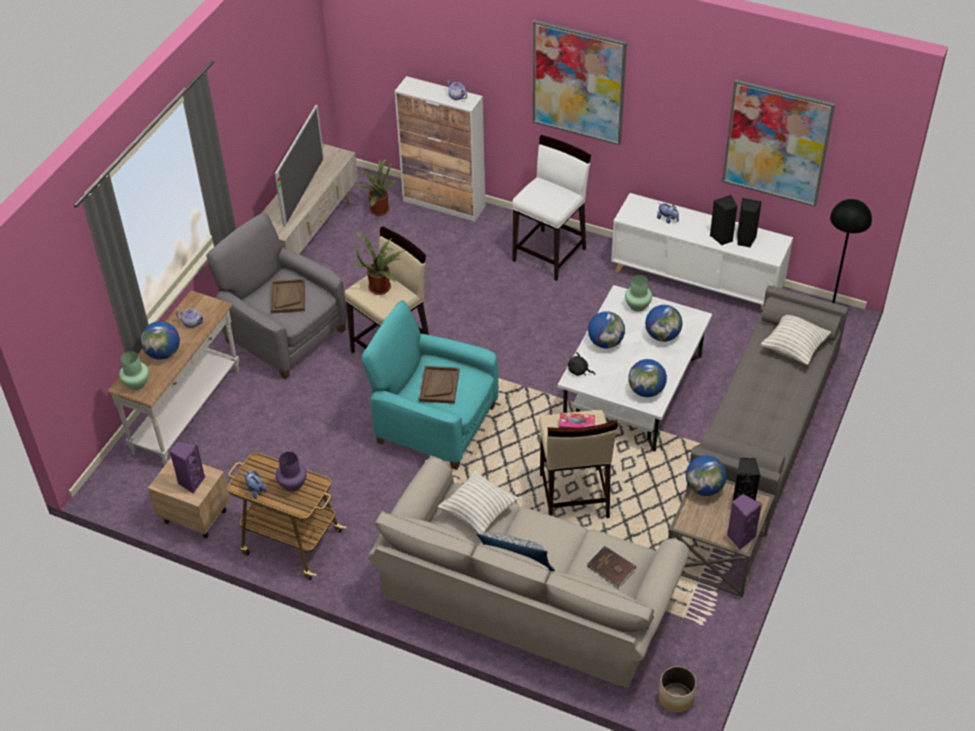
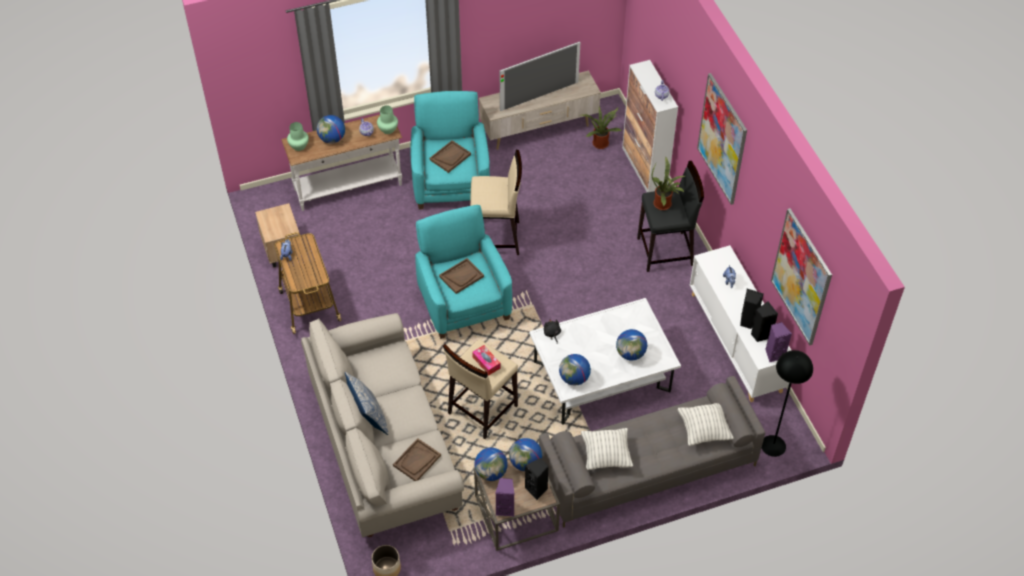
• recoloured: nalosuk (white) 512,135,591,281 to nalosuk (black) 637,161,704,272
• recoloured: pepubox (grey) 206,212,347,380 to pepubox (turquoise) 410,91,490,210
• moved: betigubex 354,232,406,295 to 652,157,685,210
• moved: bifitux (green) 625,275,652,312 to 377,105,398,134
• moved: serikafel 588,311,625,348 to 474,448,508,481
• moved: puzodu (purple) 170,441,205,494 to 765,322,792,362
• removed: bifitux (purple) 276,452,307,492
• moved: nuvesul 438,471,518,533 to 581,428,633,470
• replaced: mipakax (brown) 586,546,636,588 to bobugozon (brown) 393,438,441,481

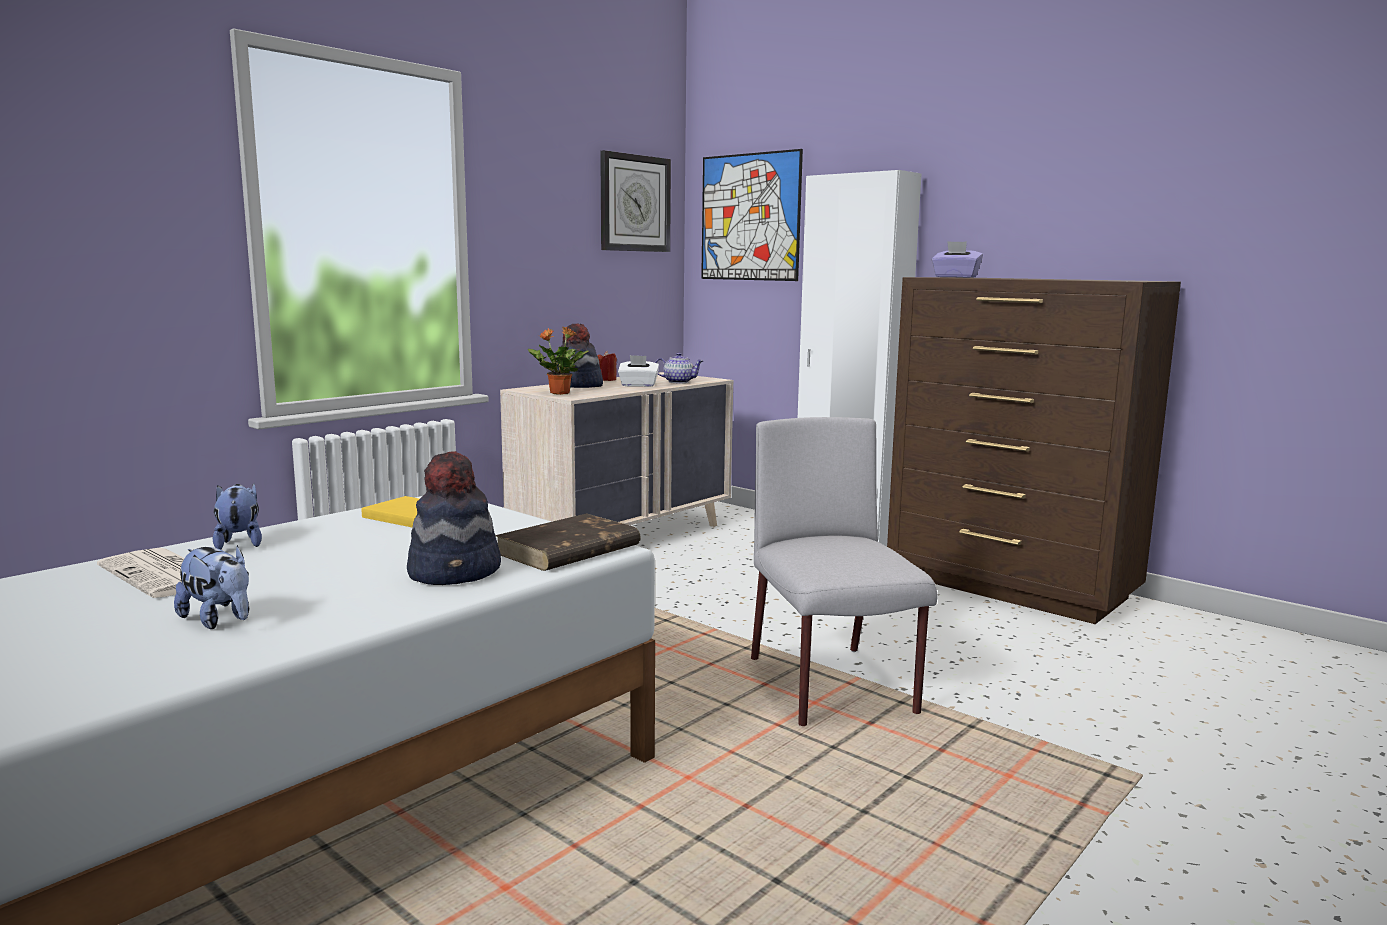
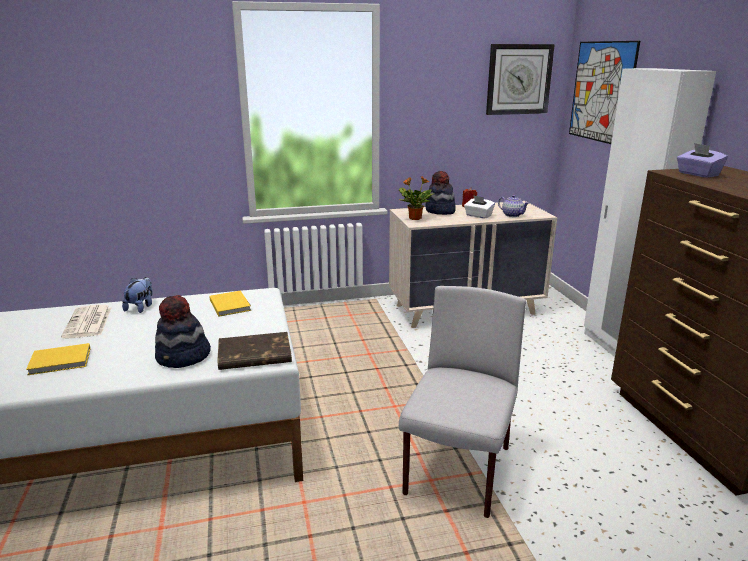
• replaced: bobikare 174,545,249,629 to mipakax (yellow) 26,343,91,375

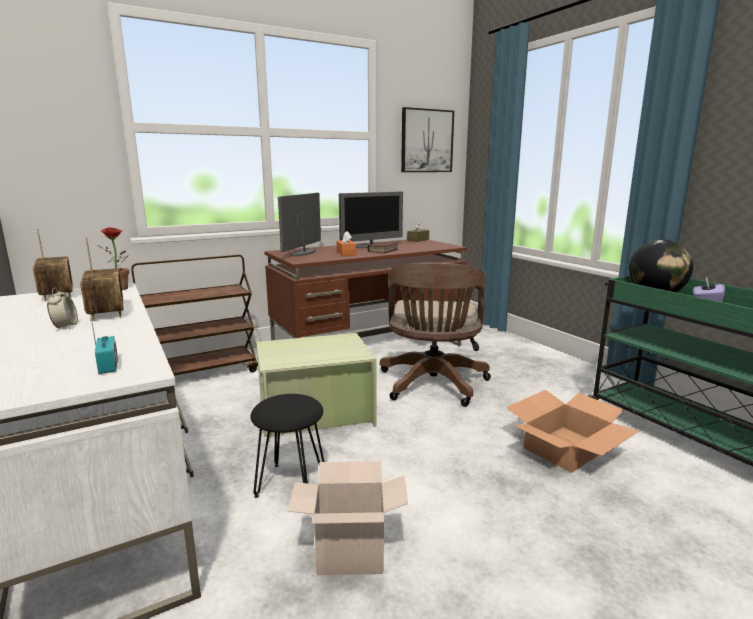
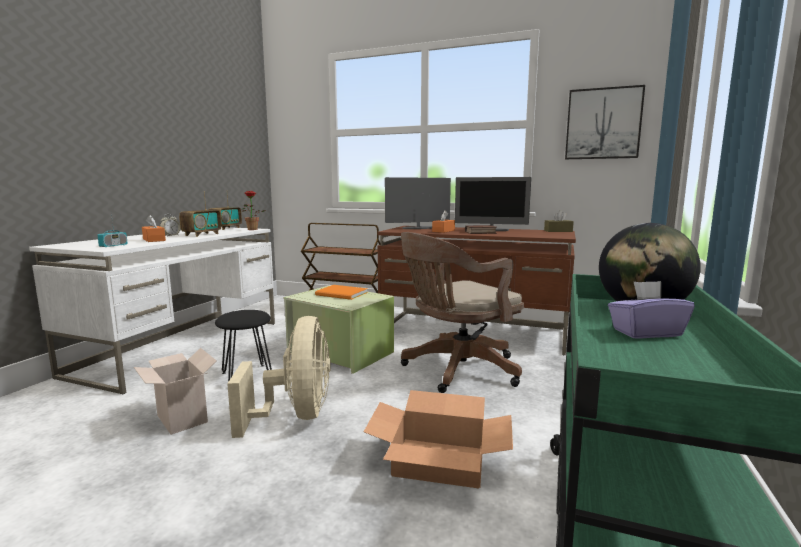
• added: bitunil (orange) 142,215,166,242
• added: mipakax (orange) 315,285,368,300
• added: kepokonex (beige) 227,316,331,438

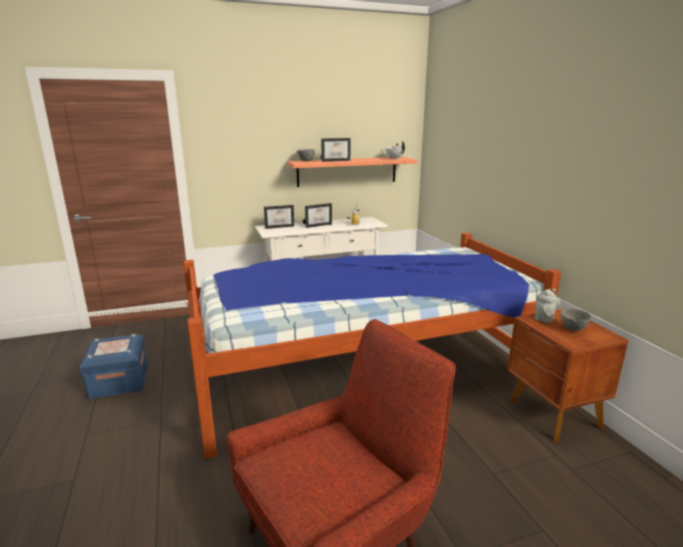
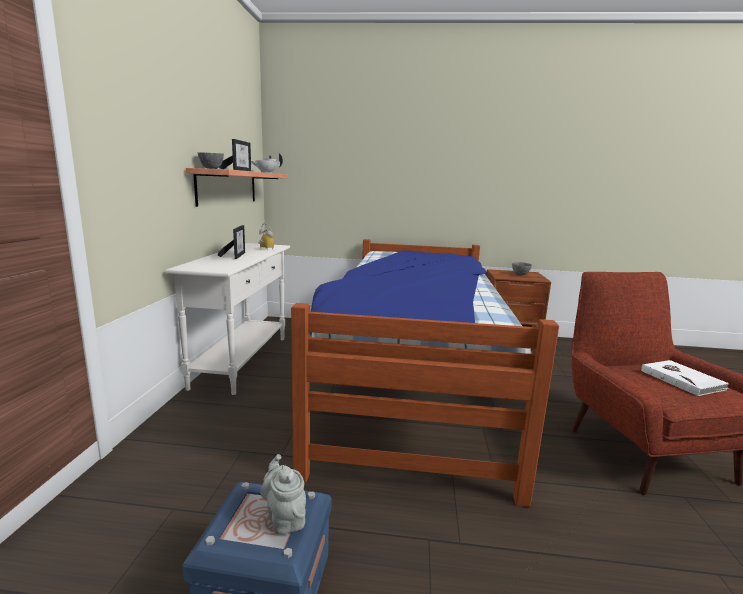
• removed: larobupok 264,205,294,229
• moved: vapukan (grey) 535,289,560,323 to 260,454,306,535
• added: mipakax (white) 641,360,729,396

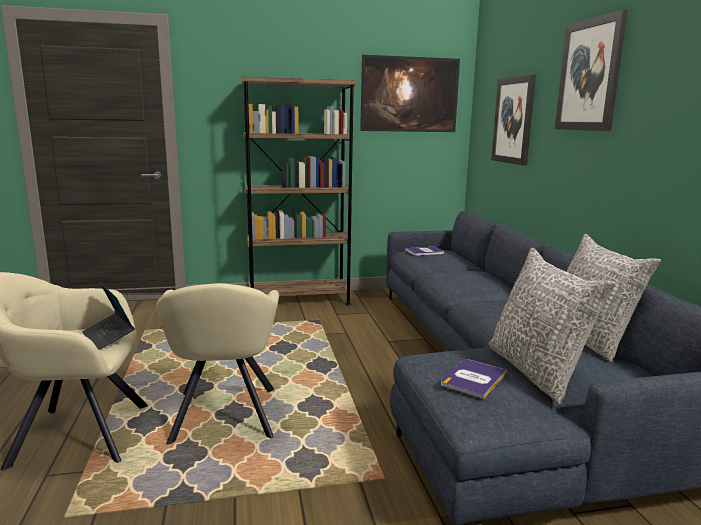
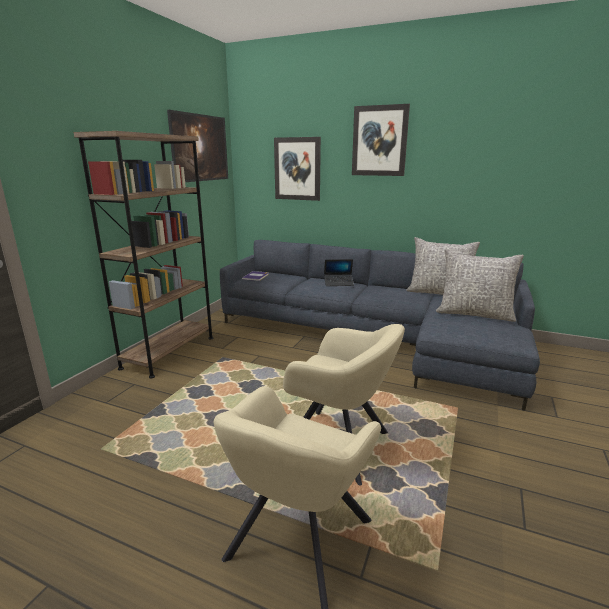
• moved: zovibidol 82,283,135,350 to 324,259,354,286
• removed: mipakax 441,359,507,399

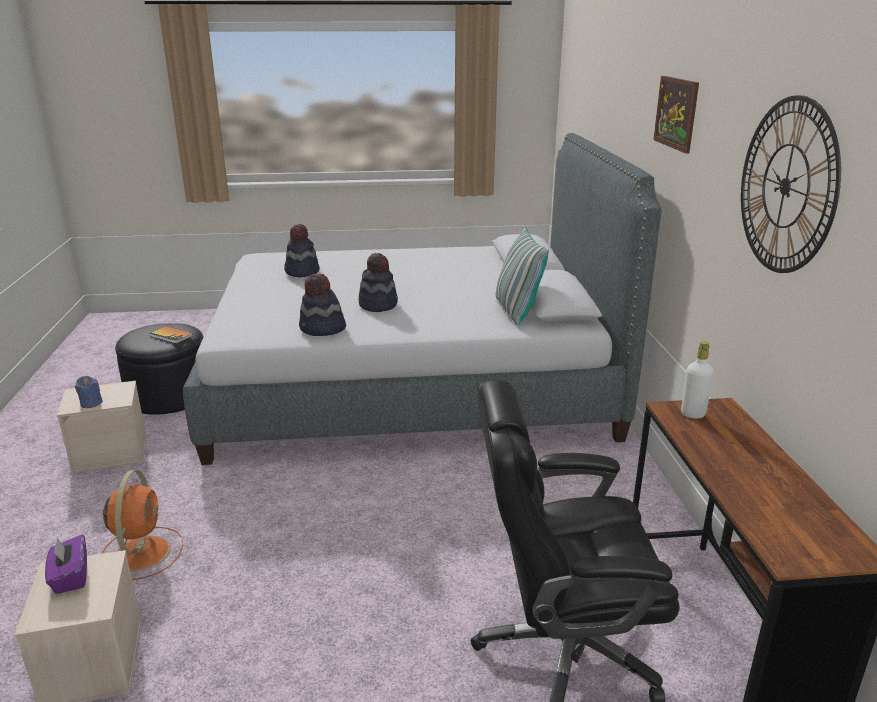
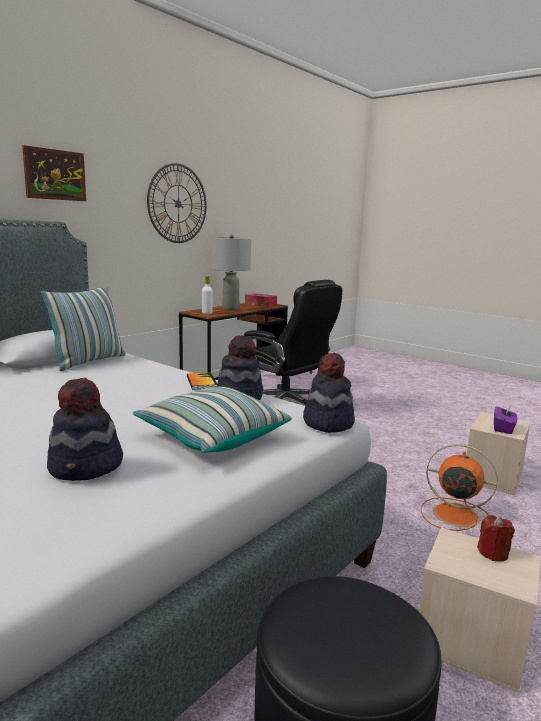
• moved: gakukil 359,253,398,312 to 303,353,355,433
• moved: mipakax 150,326,193,344 to 187,372,217,389
• recoloured: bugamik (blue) 75,376,103,408 to bugamik (red) 477,515,515,562
• turned: kepokonex (orange) 102,470,183,580 = 421,444,498,531 75 degrees clockwise
• added: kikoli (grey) 212,235,251,311
• added: bitunil 245,293,277,307
• added: nuvesul 133,387,292,453

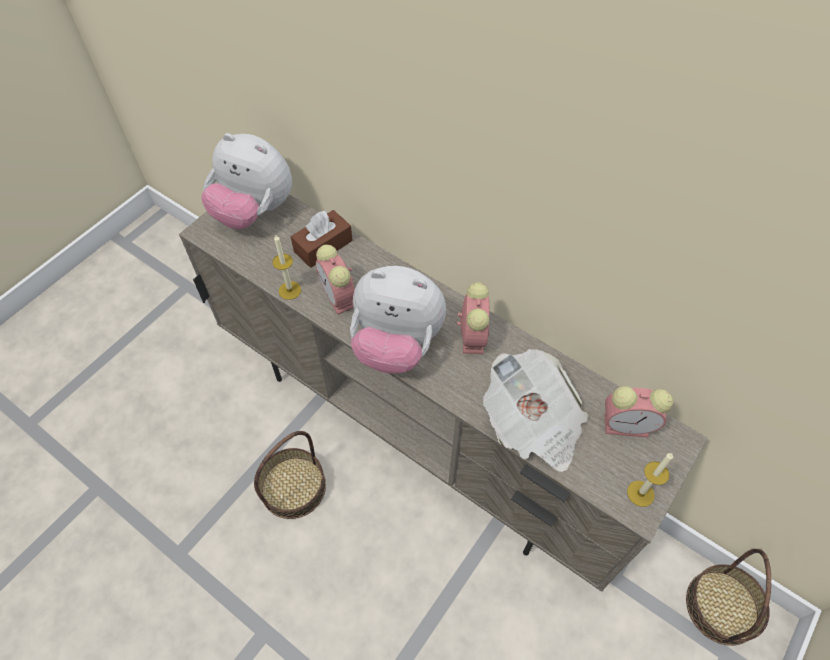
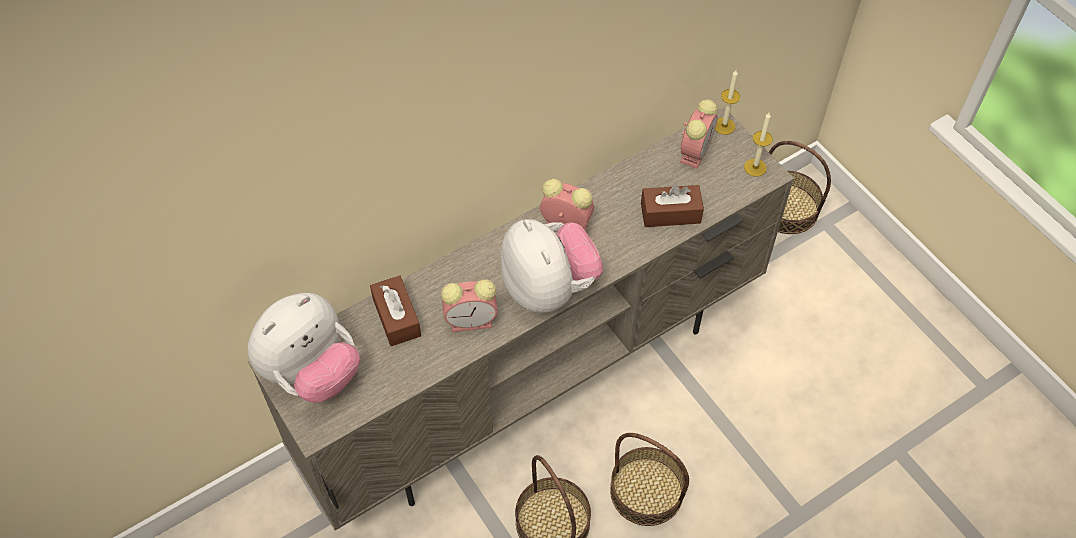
• moved: bugamik 272,235,301,300 to 715,70,740,135
• turned: bobikare 350,266,446,374 = 501,219,603,313 60 degrees counterclockwise
• replaced: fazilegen 483,349,588,472 to bitunil (brown) 641,185,704,227
• added: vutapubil 610,433,689,526

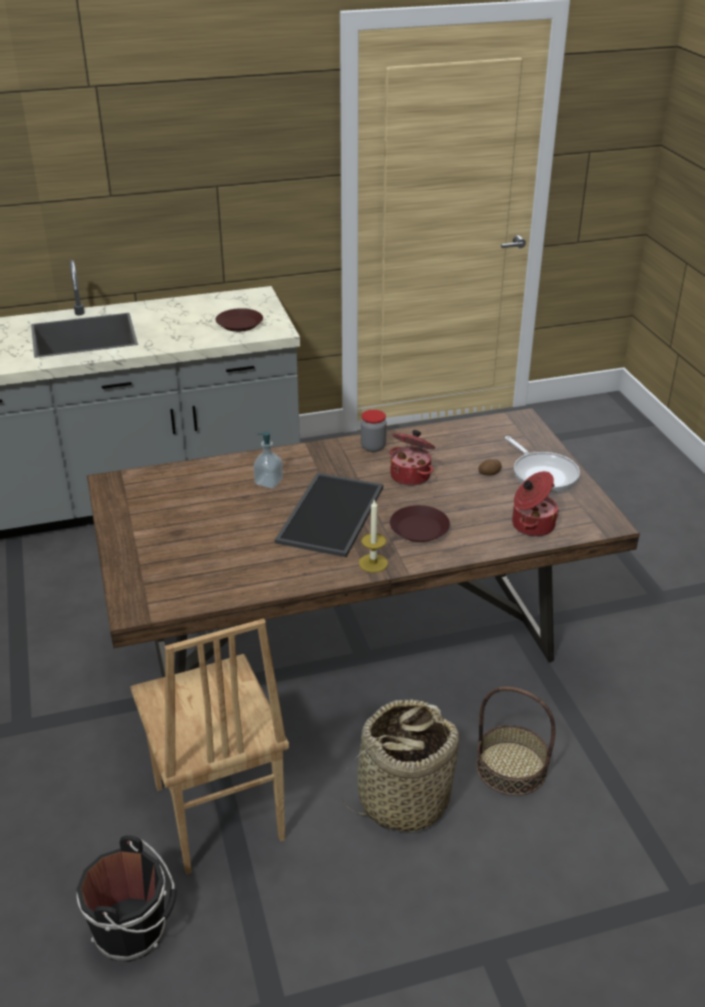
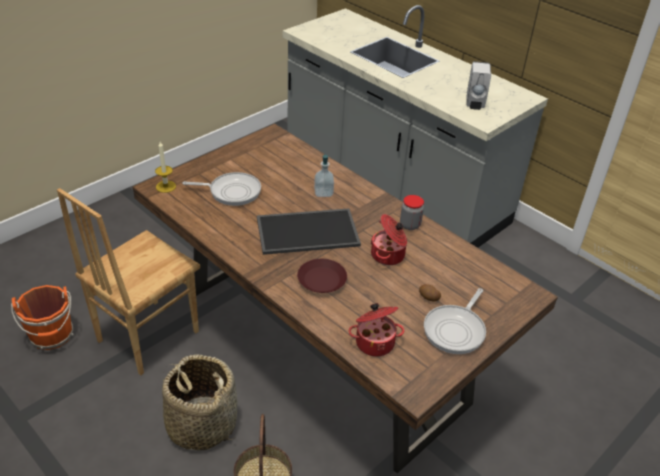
• replaced: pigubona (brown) 216,308,263,332 to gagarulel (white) 466,61,491,110
• moved: bugamik 359,499,388,572 to 155,142,176,193
• recoloured: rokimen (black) 77,835,177,962 to rokimen (orange) 11,285,73,350
• added: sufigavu 183,172,261,206

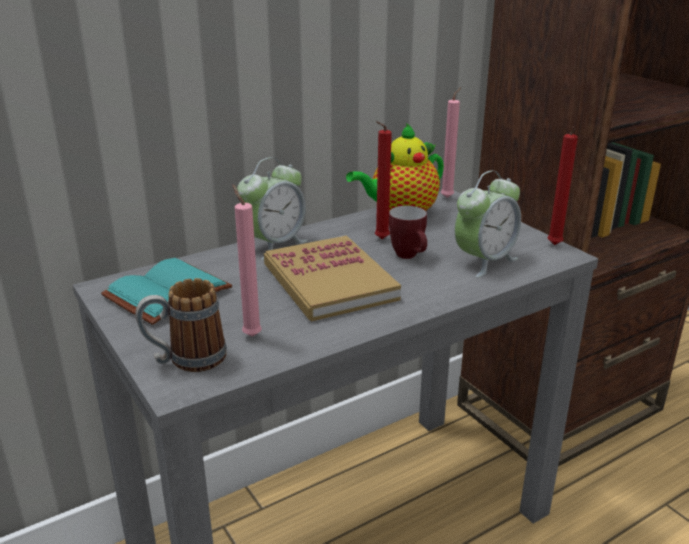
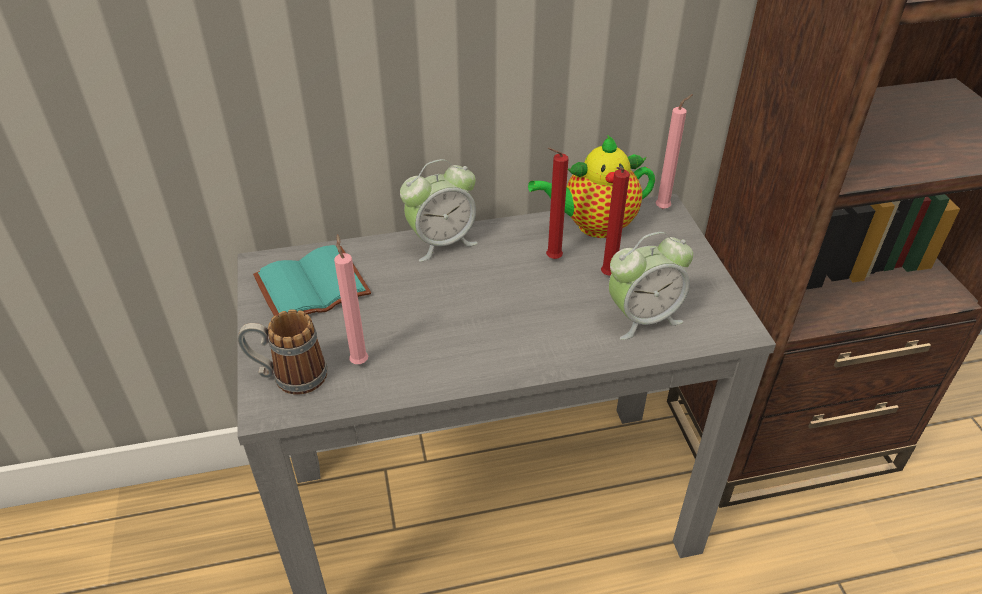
• moved: bugamik (red) 547,126,578,245 to 601,167,630,276
• removed: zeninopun 389,206,427,259
• removed: mipakax 264,235,401,321

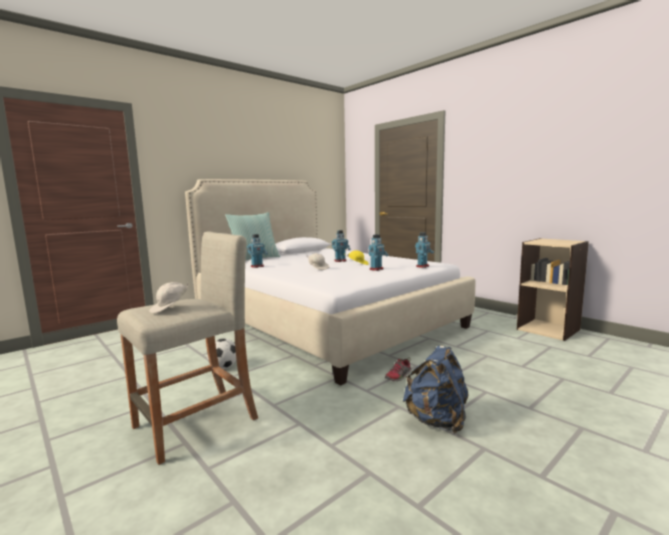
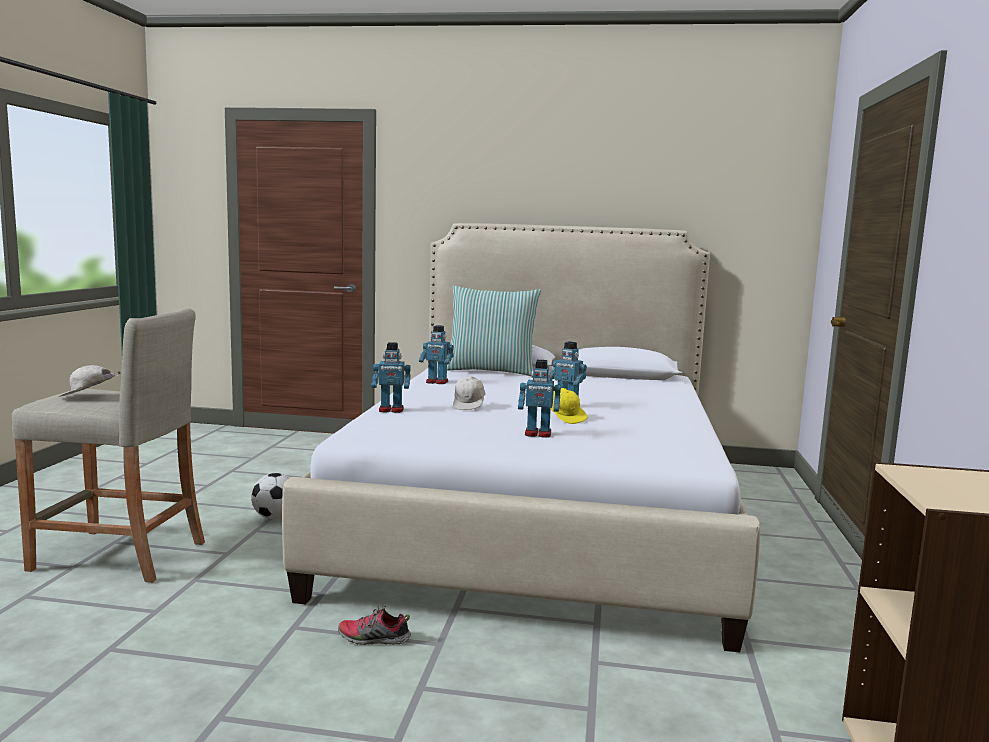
• moved: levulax 415,232,434,268 to 371,342,411,413
• removed: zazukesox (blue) 403,345,469,434

